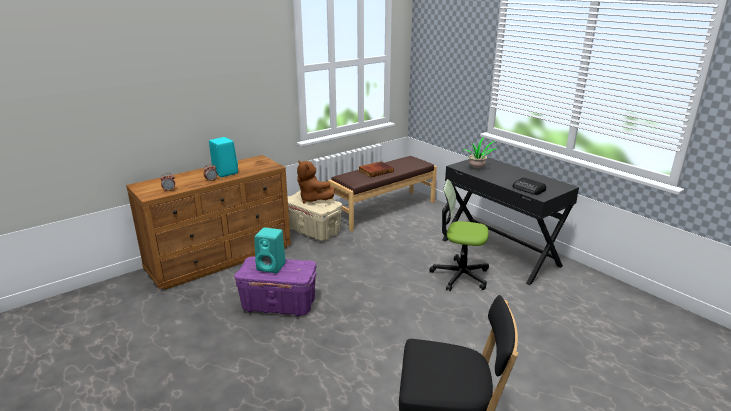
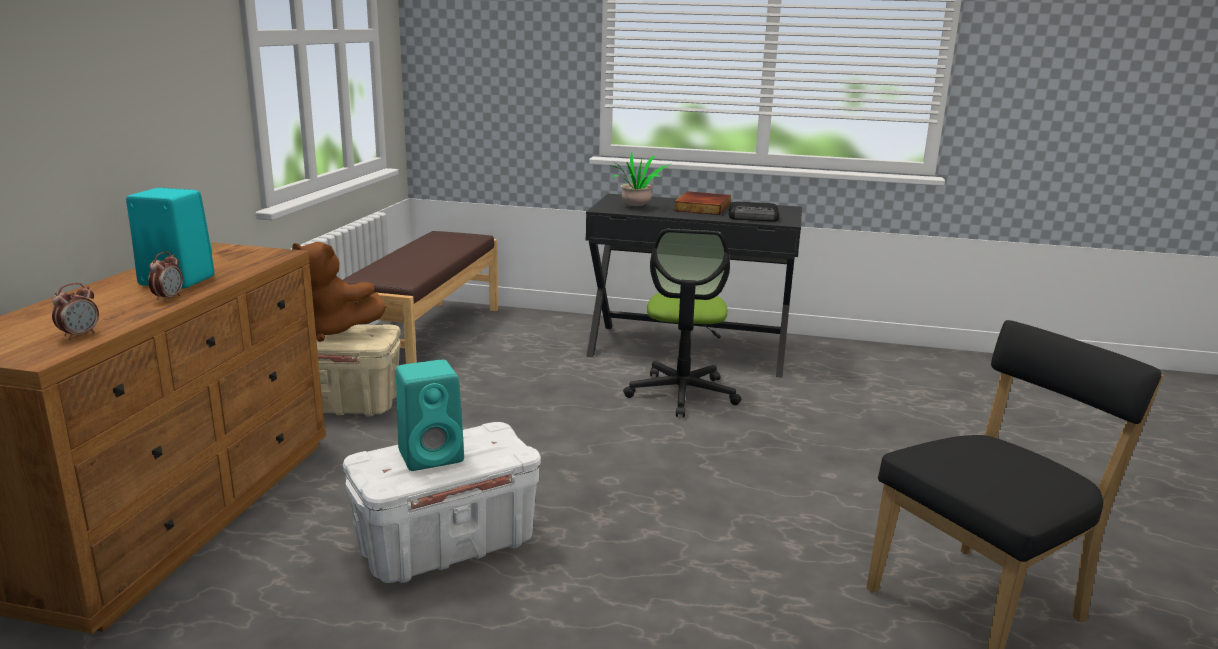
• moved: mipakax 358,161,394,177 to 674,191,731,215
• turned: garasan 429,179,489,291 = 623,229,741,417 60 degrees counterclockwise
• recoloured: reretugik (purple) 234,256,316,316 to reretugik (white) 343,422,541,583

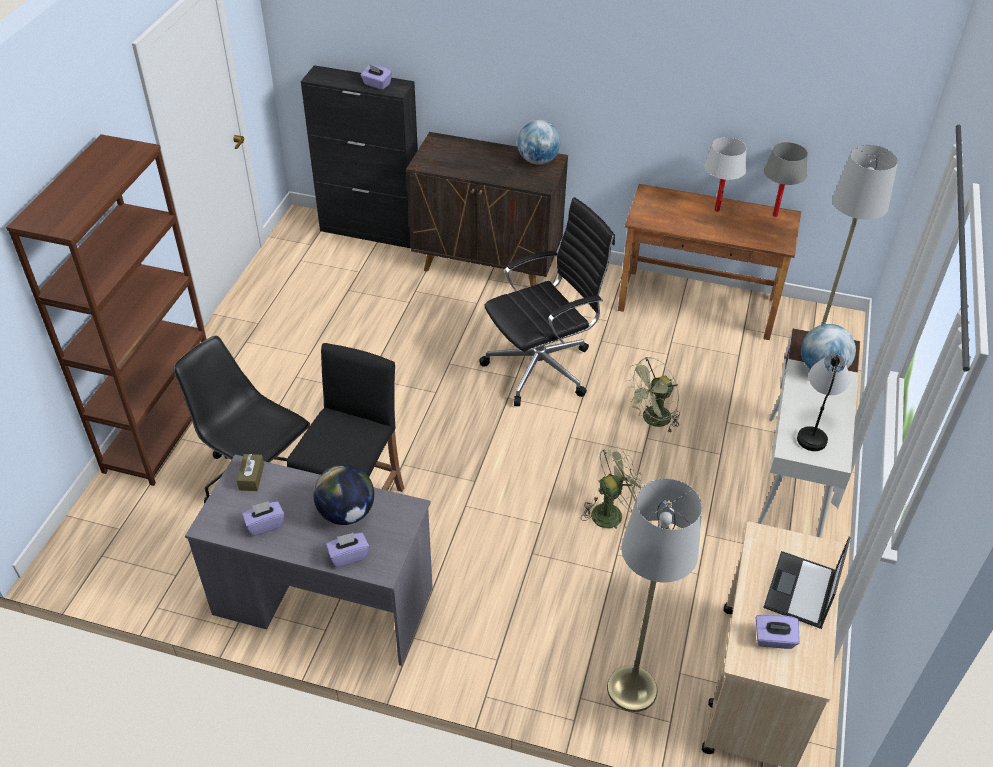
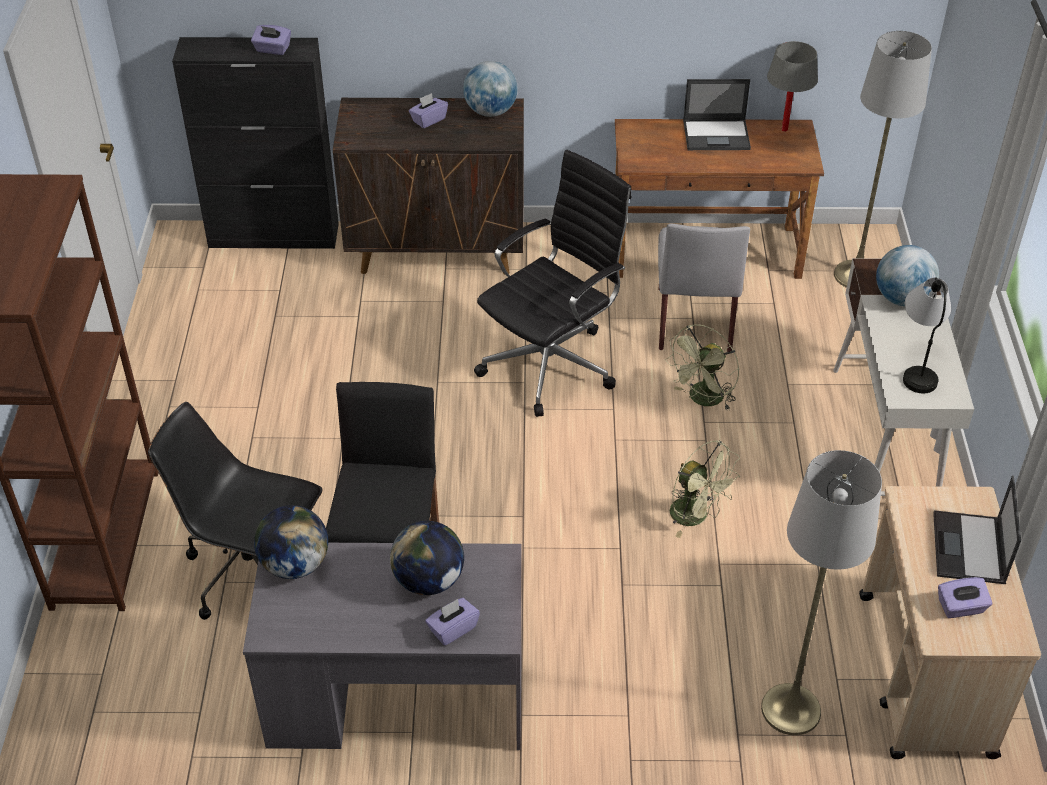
• replaced: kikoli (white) 704,137,747,212 to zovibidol 683,79,751,150
• turned: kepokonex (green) 581,446,644,529 = 670,440,740,538 90 degrees clockwise
• replaced: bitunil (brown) 237,454,264,491 to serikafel 254,505,328,579
• moved: bitunil (purple) 242,501,285,536 to 409,93,448,128
• added: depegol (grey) 658,223,750,352

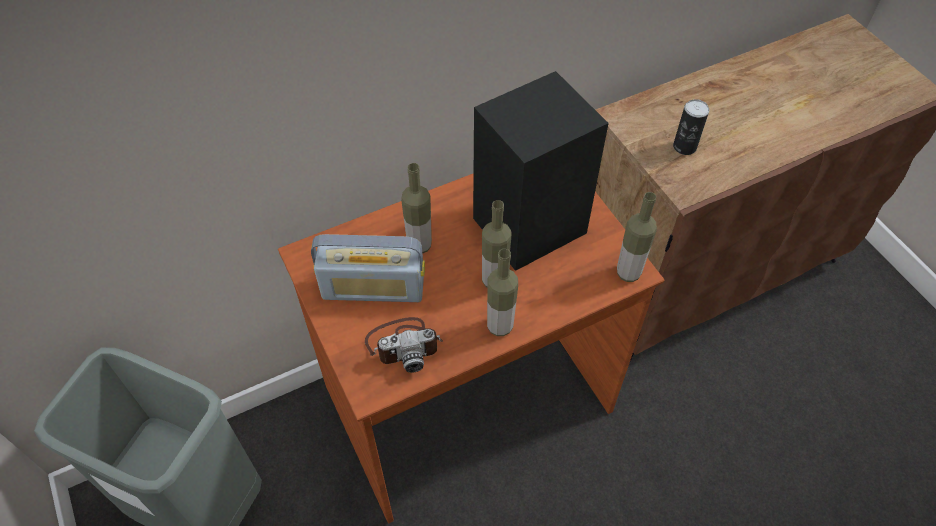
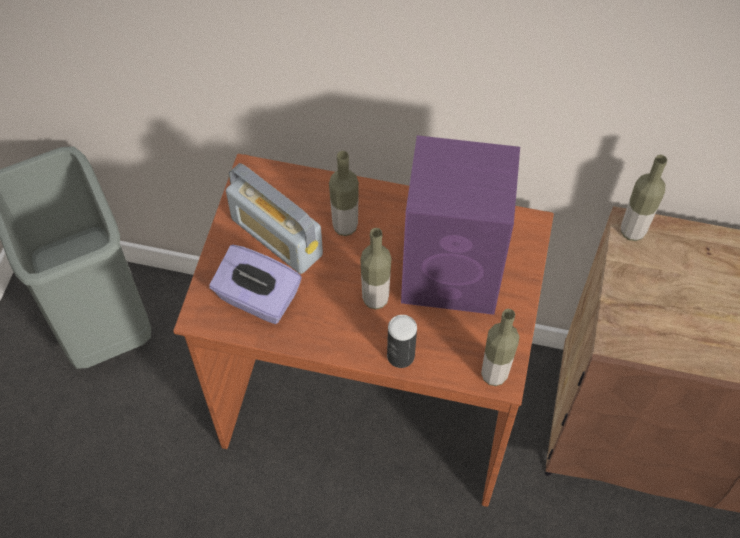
• recoloured: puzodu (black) 473,71,609,271 to puzodu (purple) 401,135,520,315
• moved: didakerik 673,99,709,155 to 387,315,417,368
• moved: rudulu 487,249,518,336 to 621,155,667,241
• replaced: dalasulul 365,317,443,373 to bitunil (purple) 210,245,301,324

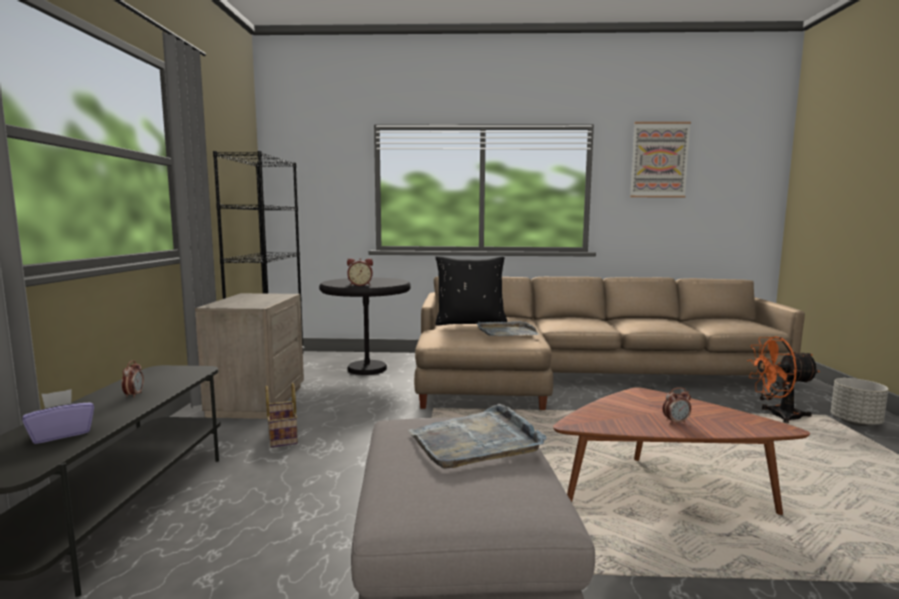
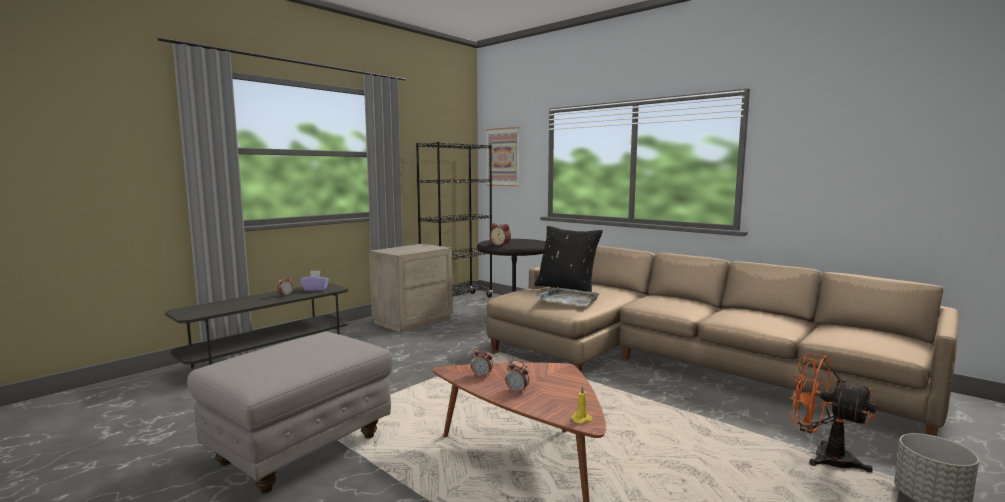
• moved: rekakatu 630,122,691,197 to 486,127,520,186
• removed: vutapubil 265,383,298,448
• moved: bitunil (purple) 22,389,94,444 to 300,270,329,291
• removed: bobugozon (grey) 408,404,547,469
• added: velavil 471,347,493,378
• added: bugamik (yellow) 571,385,593,424

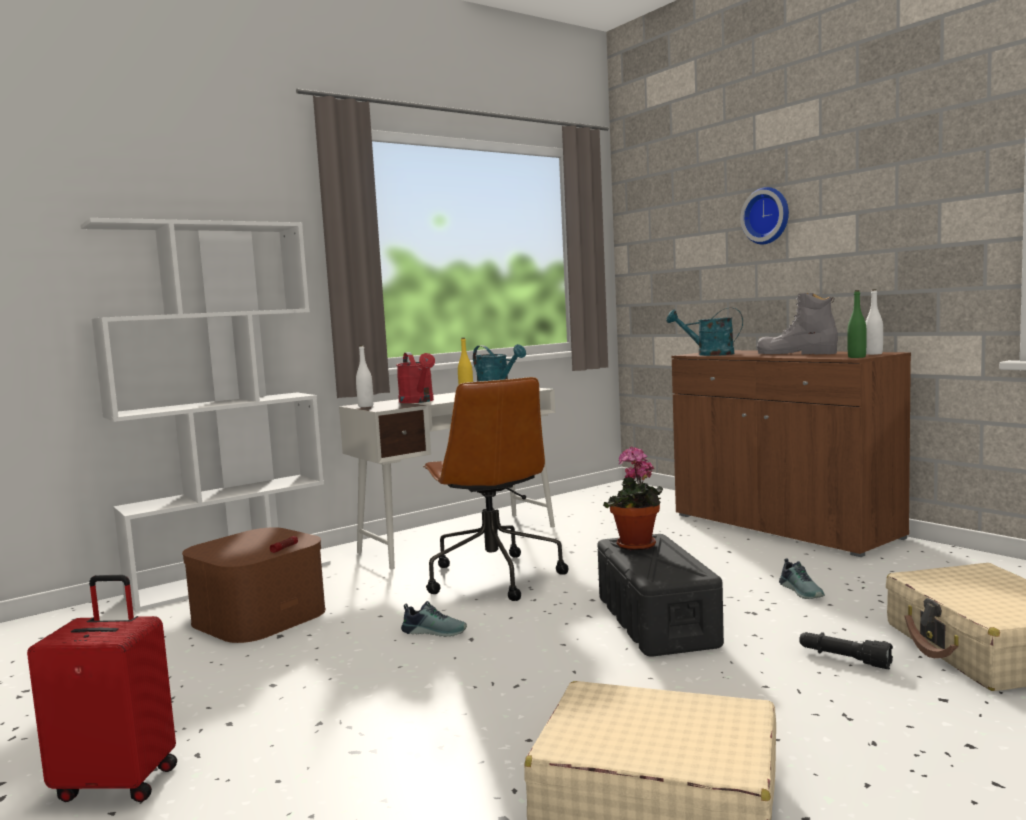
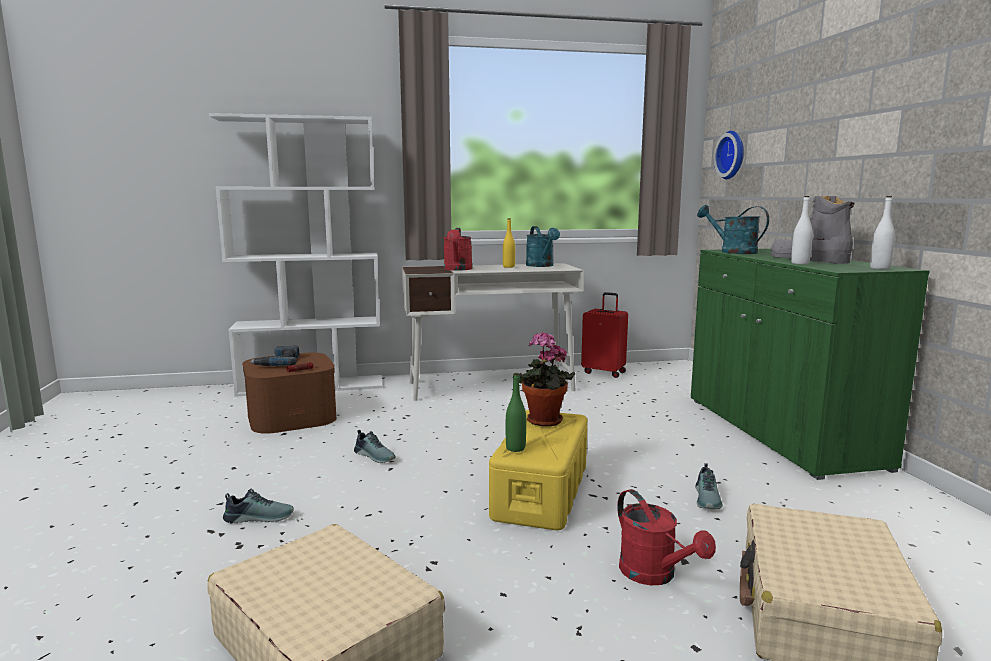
• moved: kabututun 740,187,789,244 to 714,131,744,179
• moved: rudulu (green) 847,290,867,358 to 506,373,526,452
• moved: rudulu (white) 356,345,374,407 to 791,196,813,264
• recoloured: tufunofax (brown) 672,350,911,557 to tufunofax (green) 691,249,930,480
• removed: garasan (brown) 423,377,569,601
• recoloured: reretugik (black) 597,534,724,657 to reretugik (yellow) 489,410,588,530
• moved: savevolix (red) 27,575,177,802 to 581,292,628,378
• replaced: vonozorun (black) 799,632,893,669 to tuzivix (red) 617,489,716,585
• added: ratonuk 250,346,299,366
• added: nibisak 223,489,294,524

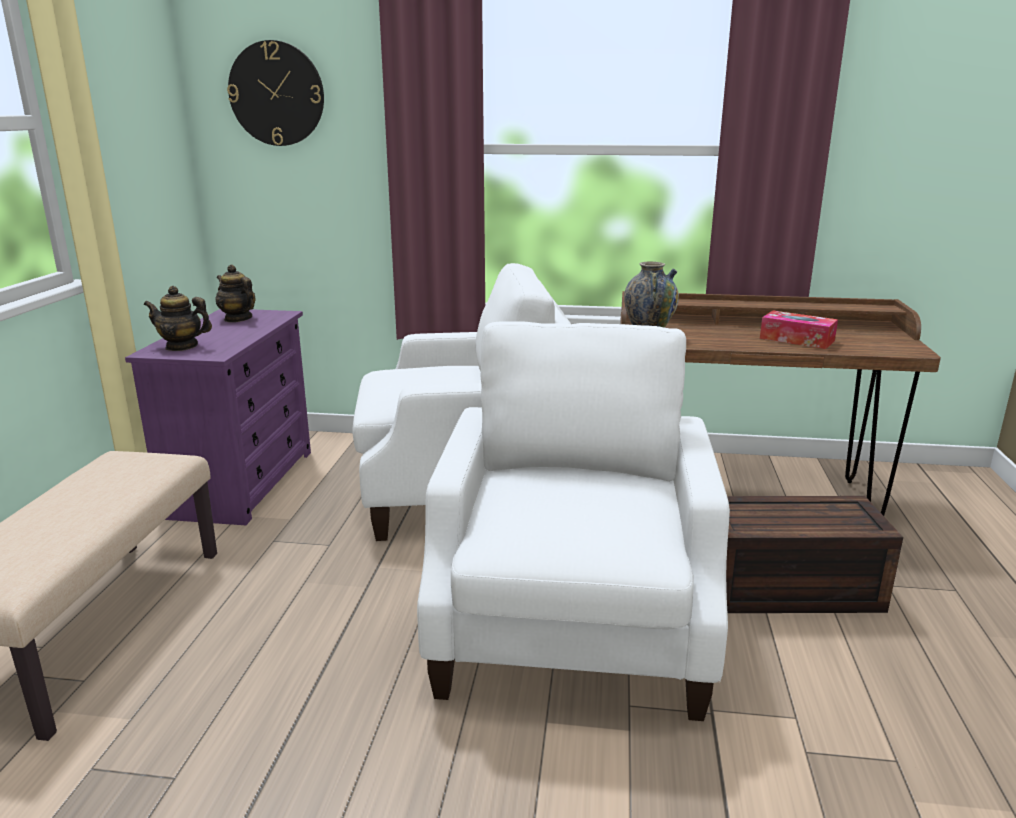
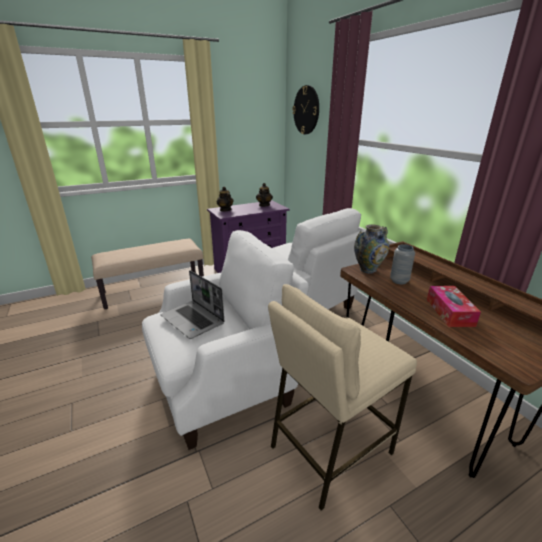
• replaced: reretugik (brown) 726,496,903,613 to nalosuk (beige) 268,284,417,511
• added: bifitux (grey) 390,244,415,284
• added: zovibidol 161,270,225,339

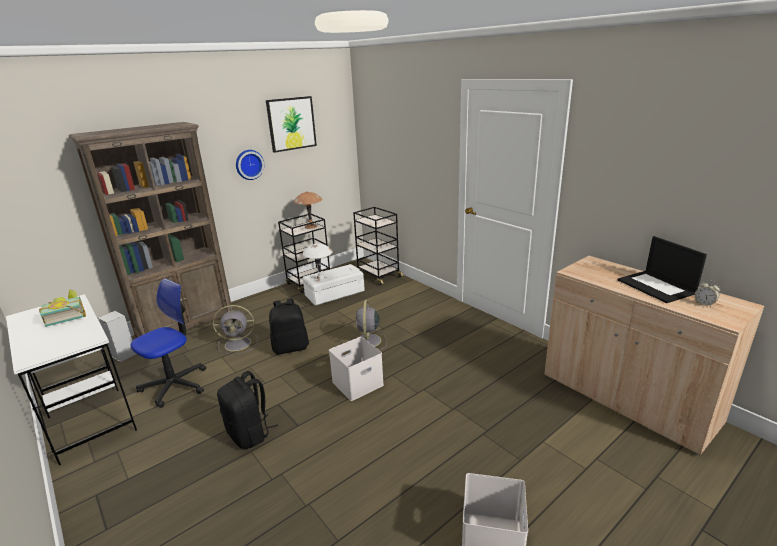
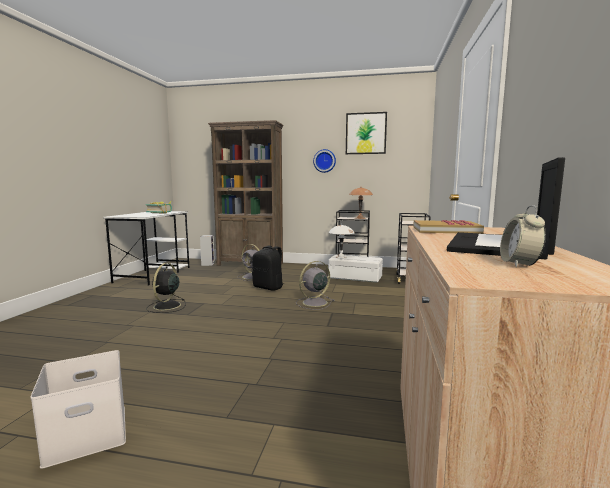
• removed: garasan 131,278,206,408
• removed: reretugik (white) 329,337,384,401
• replaced: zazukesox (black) 217,371,278,449 to kepokonex (black) 146,263,186,313
• added: mipakax 413,220,484,234

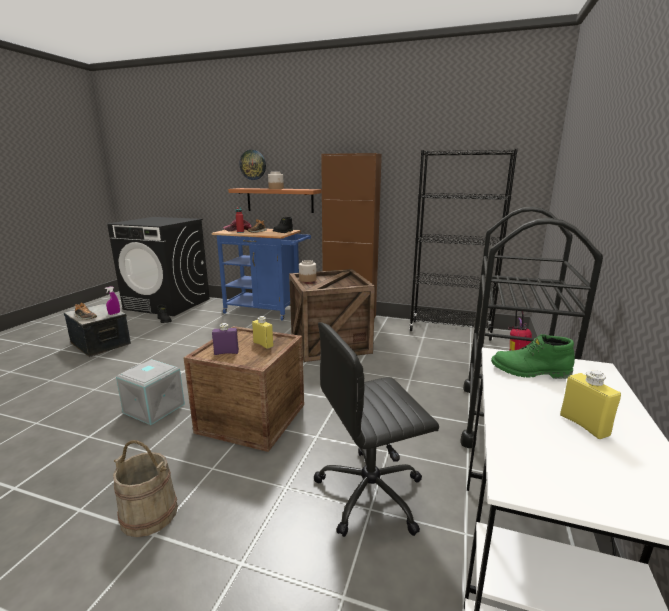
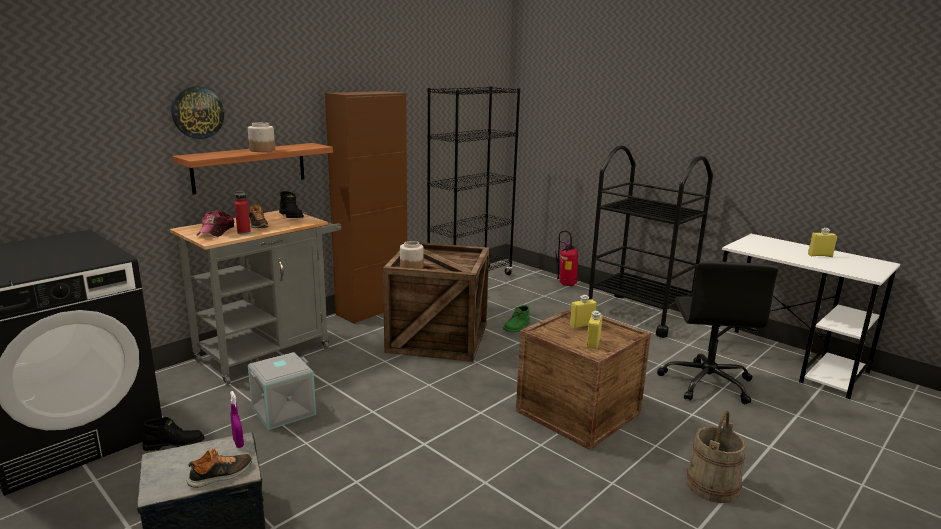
• recoloured: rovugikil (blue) 211,229,311,321 to rovugikil (grey) 170,210,341,385
• recoloured: rudulu (purple) 212,323,239,355 to rudulu (yellow) 586,311,602,349
• moved: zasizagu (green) 491,334,575,379 to 503,305,530,333
• moved: reretugik (grey) 116,359,185,425 to 248,352,316,430

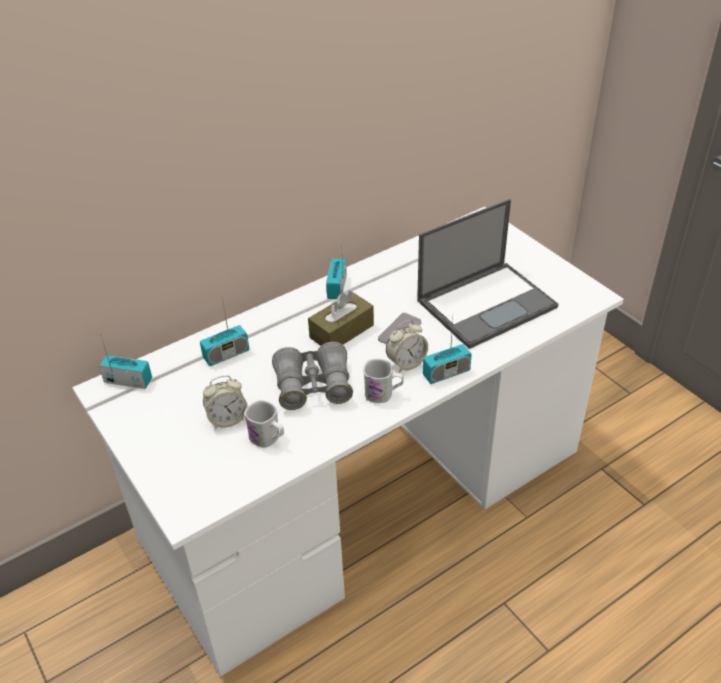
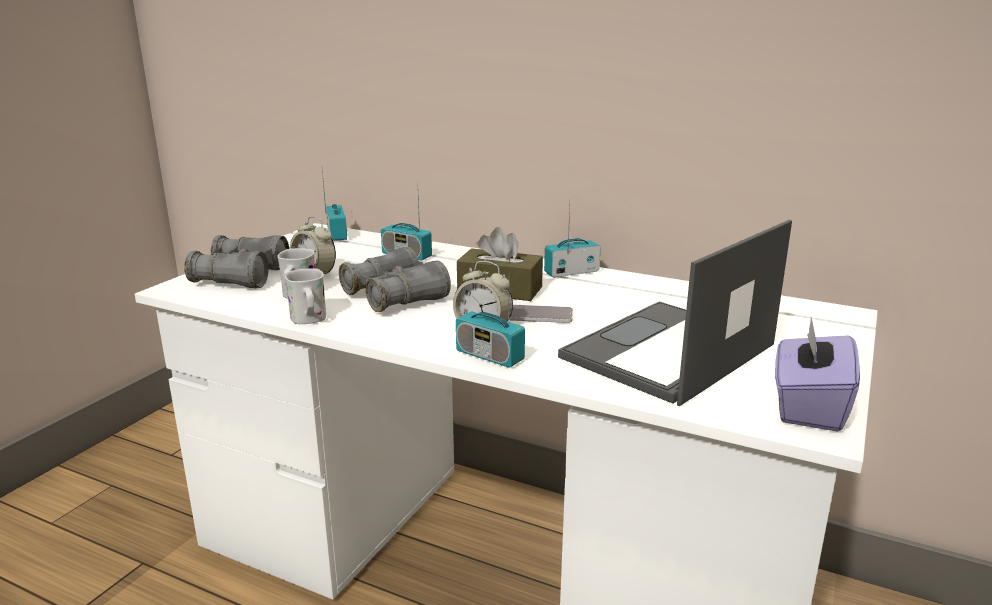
• turned: zovibidol 417,199,558,349 = 558,220,792,406 105 degrees clockwise
• moved: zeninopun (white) 363,359,404,403 to 285,268,326,324
• added: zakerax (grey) 184,235,289,289
• added: bitunil (purple) 775,317,860,432

